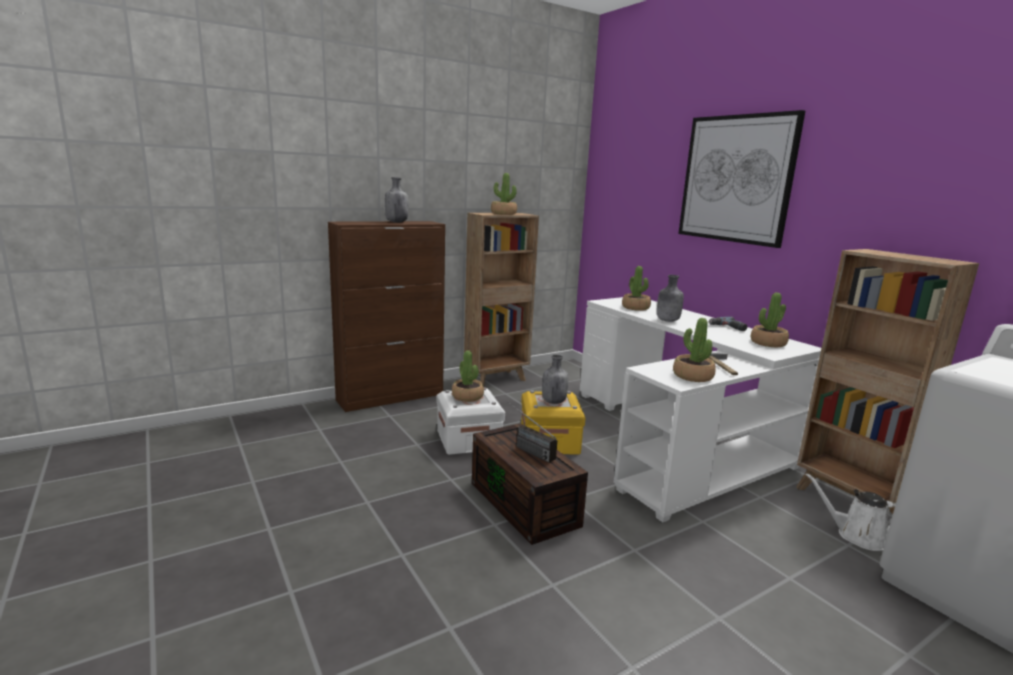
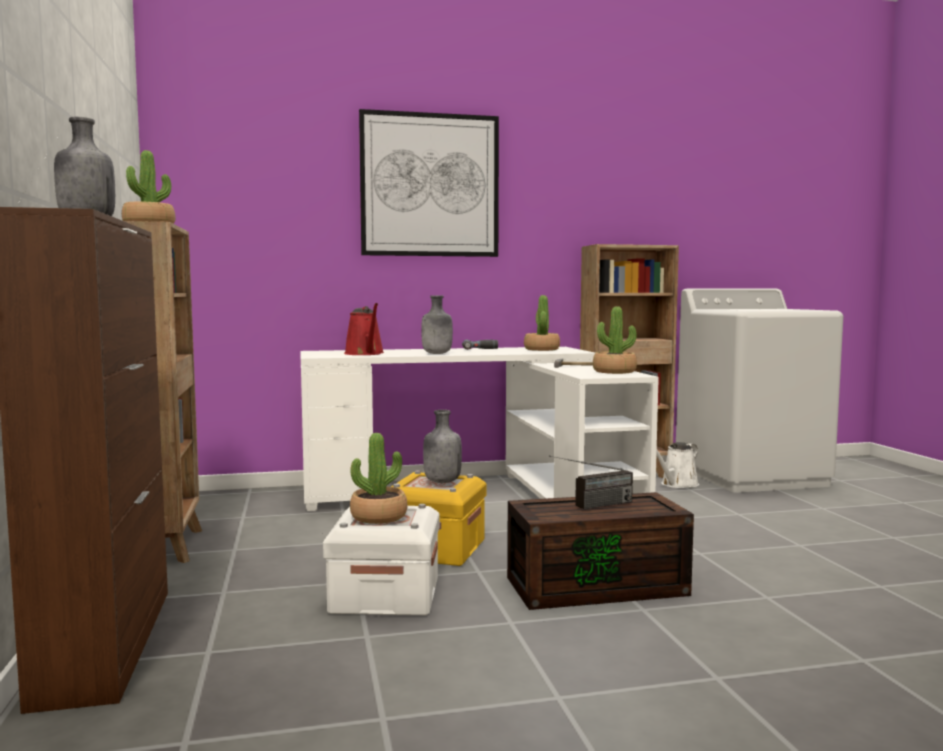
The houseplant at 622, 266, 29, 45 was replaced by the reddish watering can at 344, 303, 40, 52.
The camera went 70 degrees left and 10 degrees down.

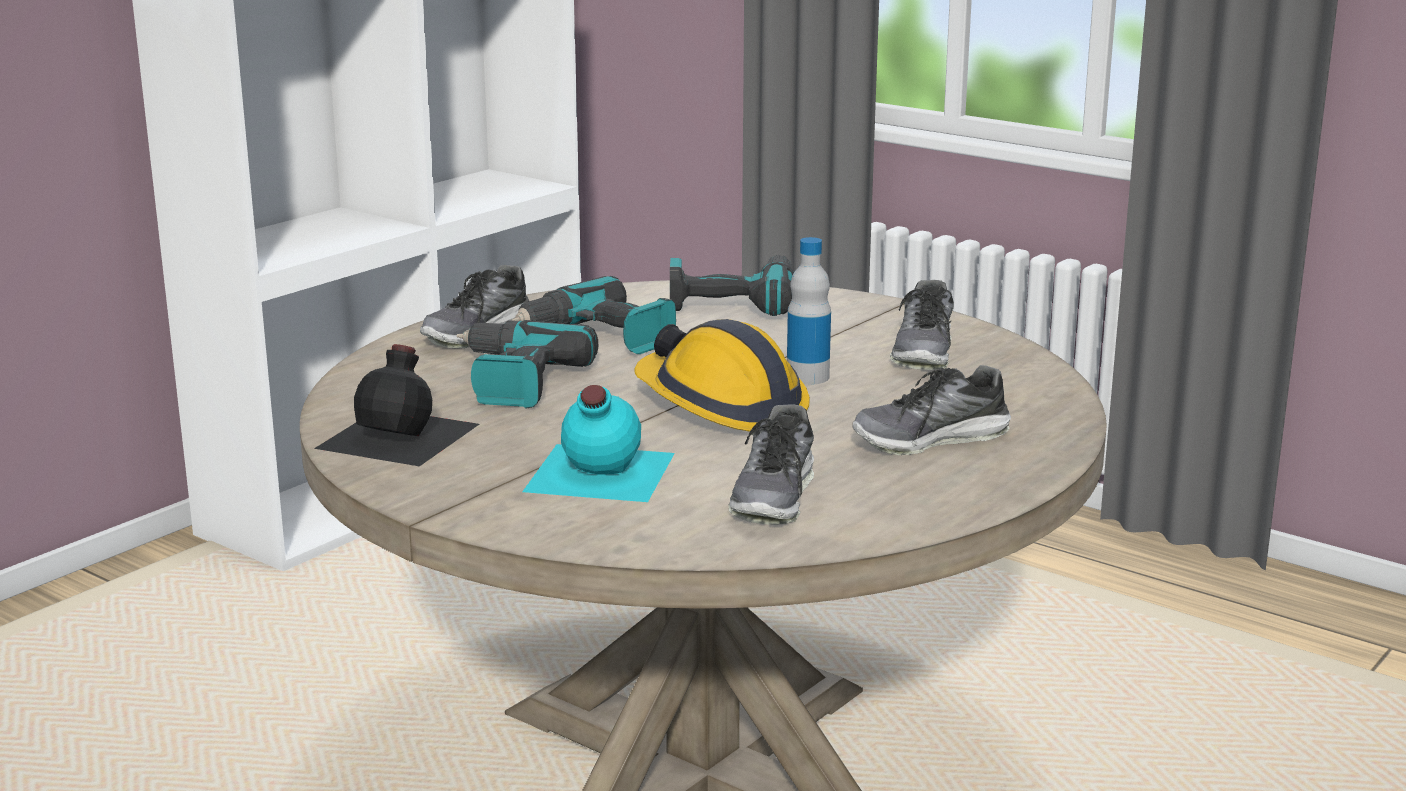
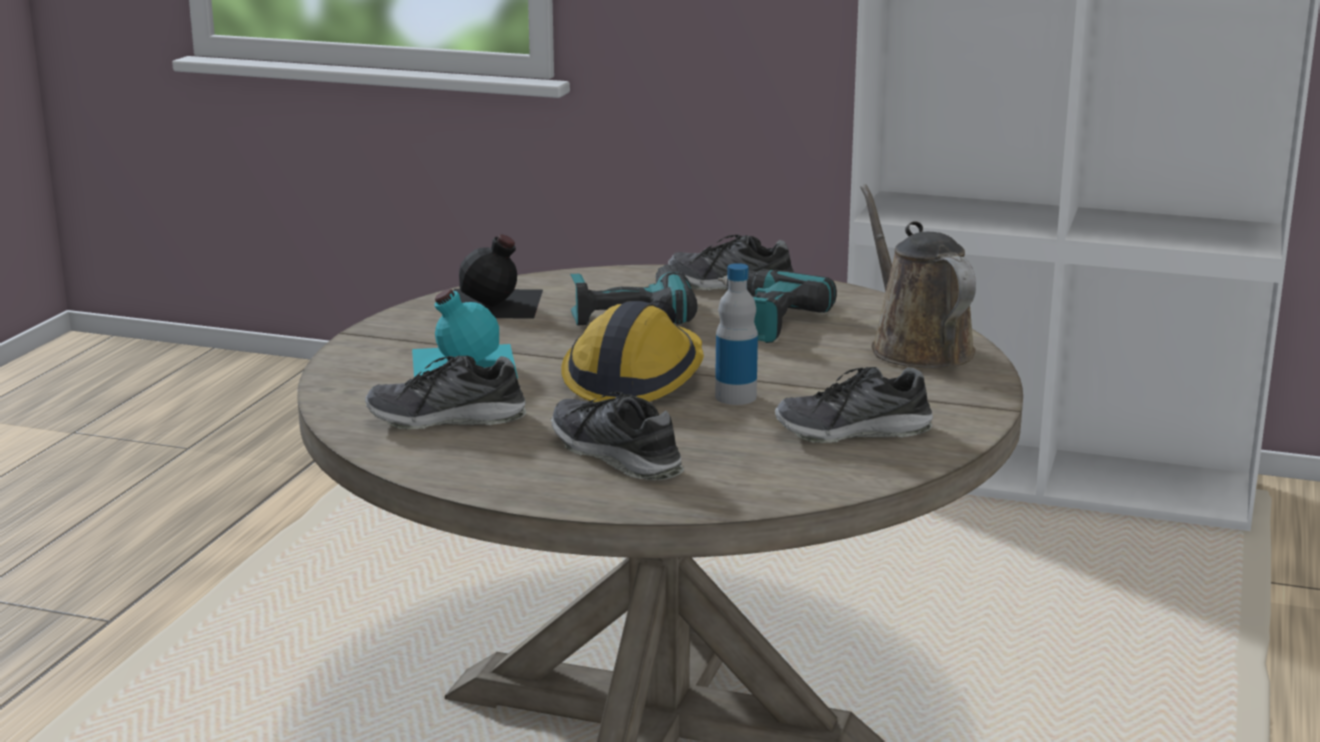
The drill at 670, 255, 125, 61 was replaced by the brown watering can at 860, 184, 116, 185.
The camera went 70 degrees right and 0 degrees up.

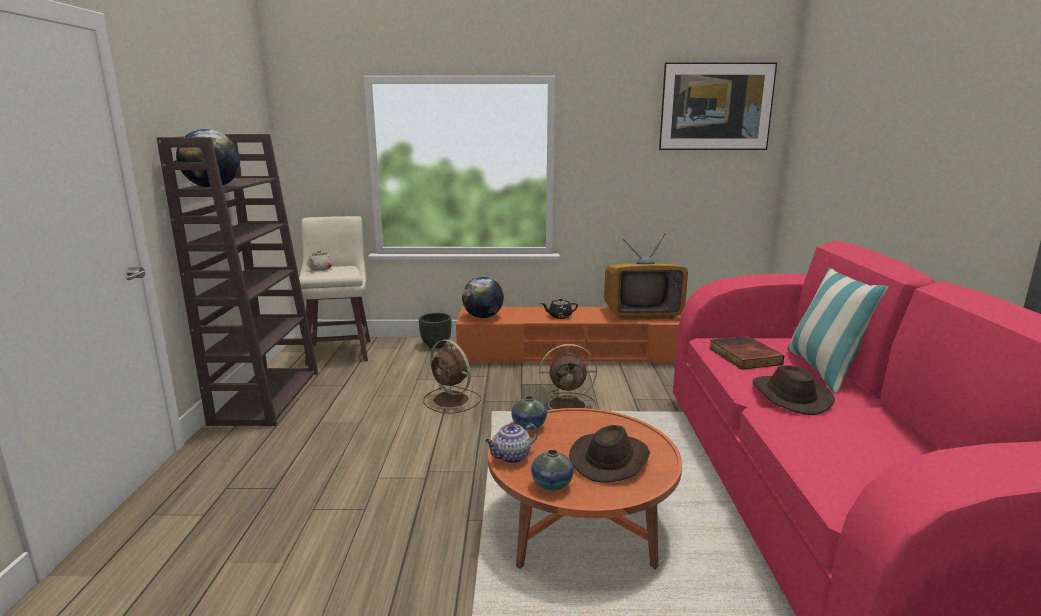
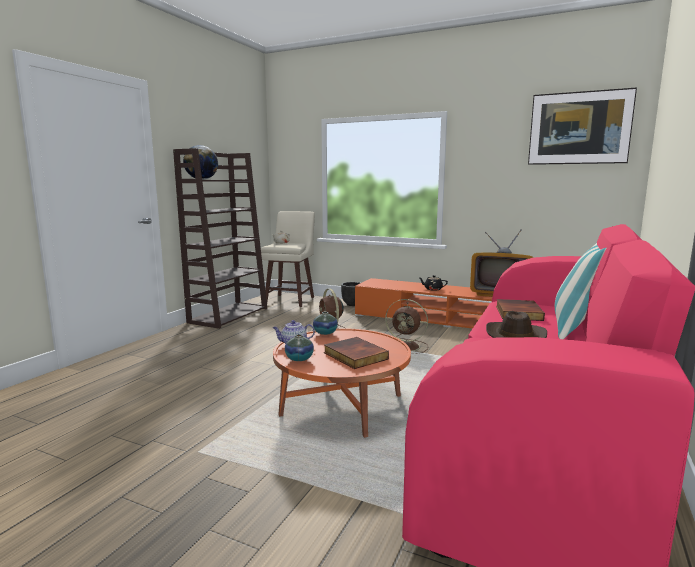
The brown wearable hat at 569, 425, 81, 58 was replaced by the bound book at 324, 337, 65, 32.
The world globe at 462, 277, 42, 41 disappeared.
The camera went 25 degrees right and 5 degrees down.

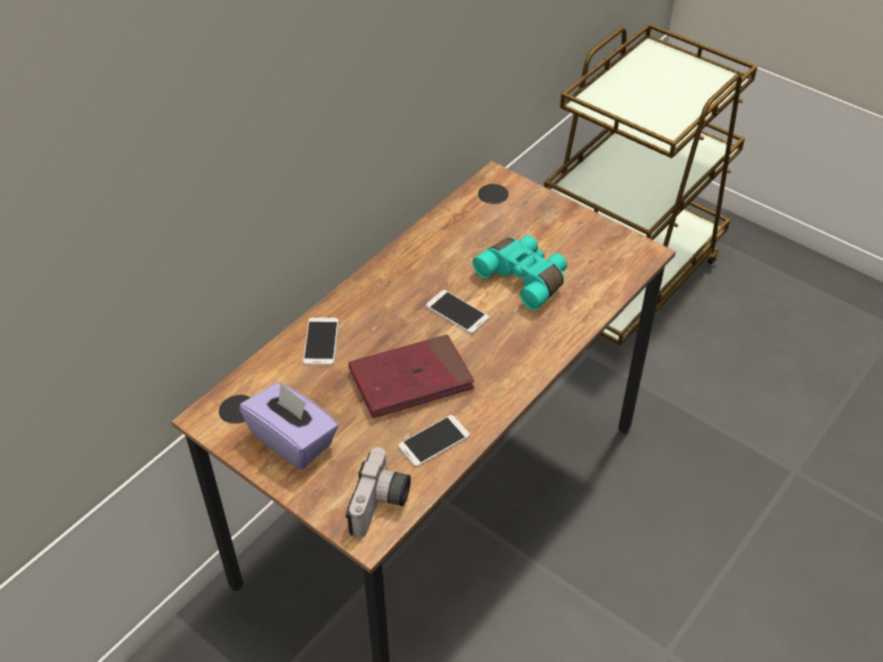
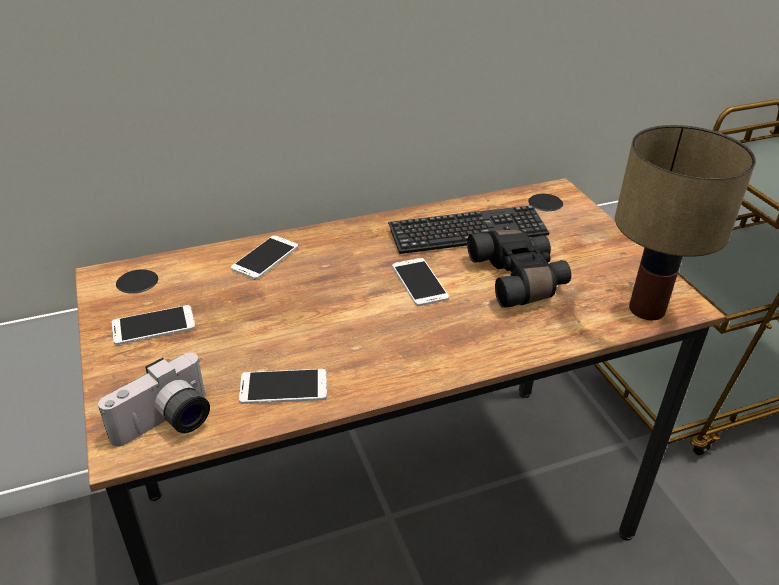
The purple tissue box at 239, 383, 100, 87 was replaced by the phone at 112, 305, 84, 40.
The PC keyboard at 388, 205, 161, 49 appeared.
The blue-green field glasses at 472, 235, 95, 75 became the blackish field glasses at 467, 229, 104, 79.
The table lamp at 615, 125, 141, 195 appeared.
The reddish bound book at 349, 334, 126, 84 disappeared.
The camera went 30 degrees right and 10 degrees down.

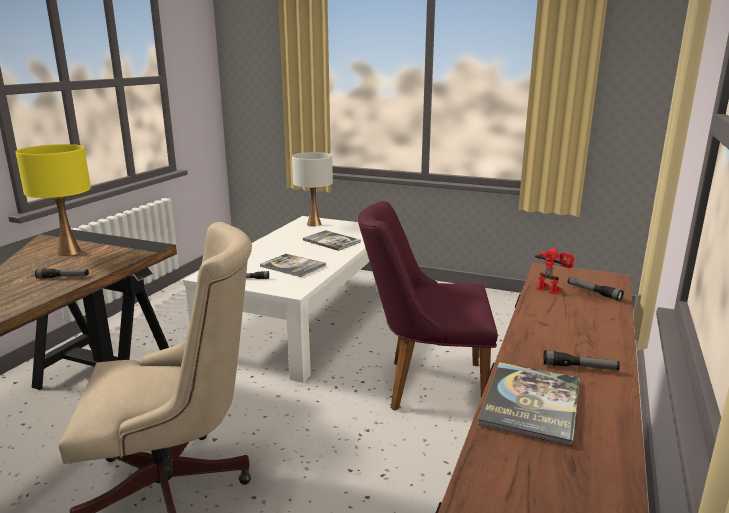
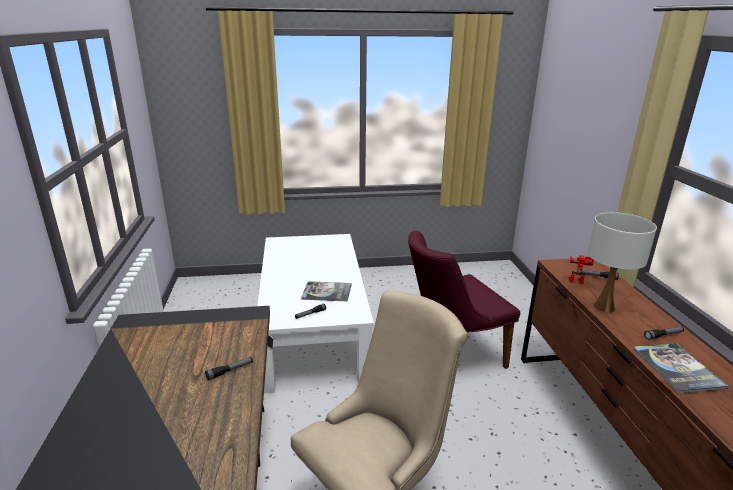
The whitish table lamp moved from 292, 152, 41, 75 to 588, 212, 69, 101.
The yellow-coloured table lamp at 16, 144, 75, 112 disappeared.
The bound book at 303, 230, 58, 21 disappeared.
The camera went 30 degrees left and 5 degrees up.

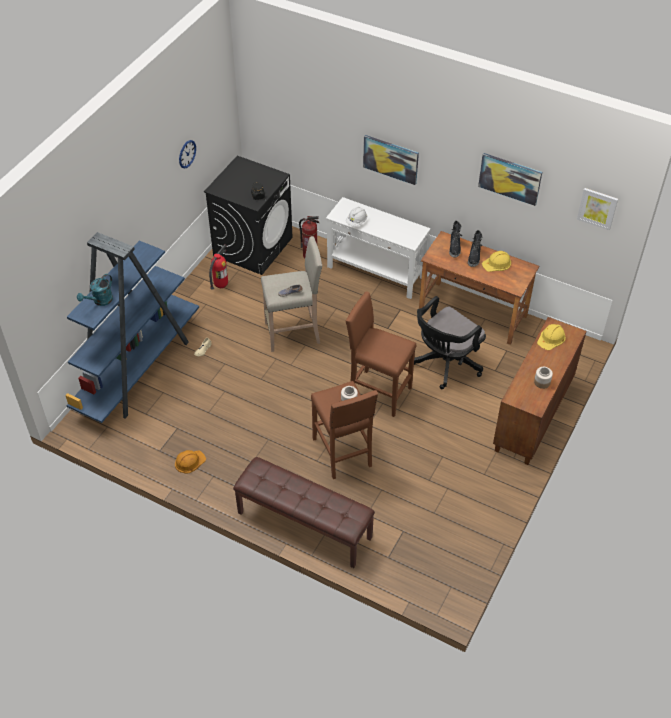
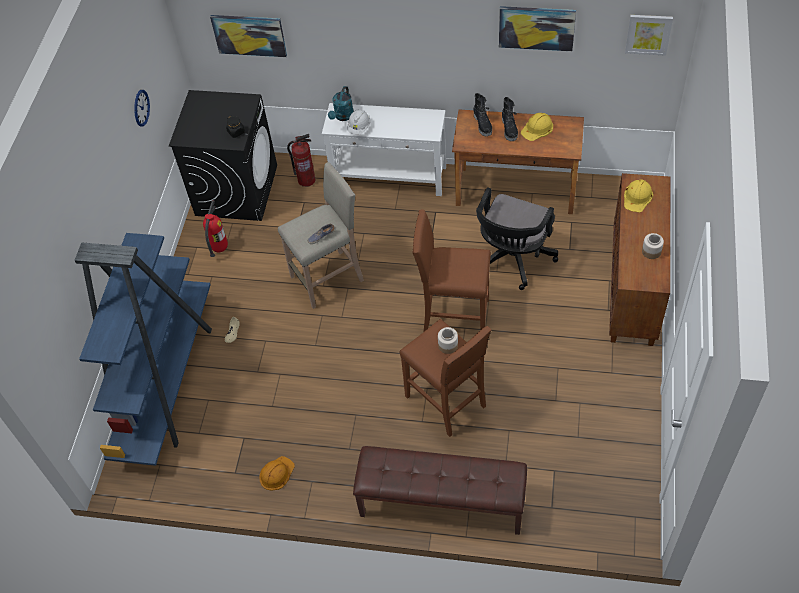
The wall art moved from 363, 135, 56, 50 to 210, 15, 77, 42.
The blue-green watering can moved from 77, 274, 36, 32 to 328, 86, 26, 35.
The camera went 15 degrees left and 5 degrees up.

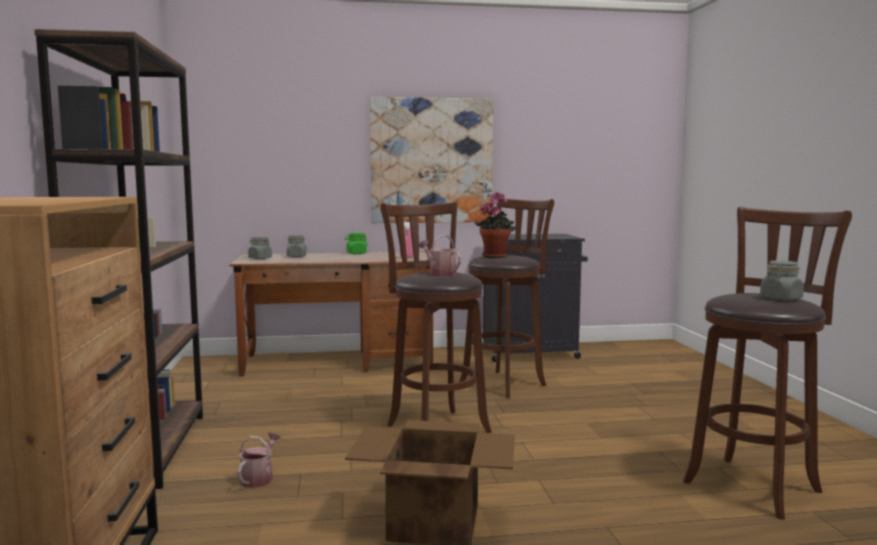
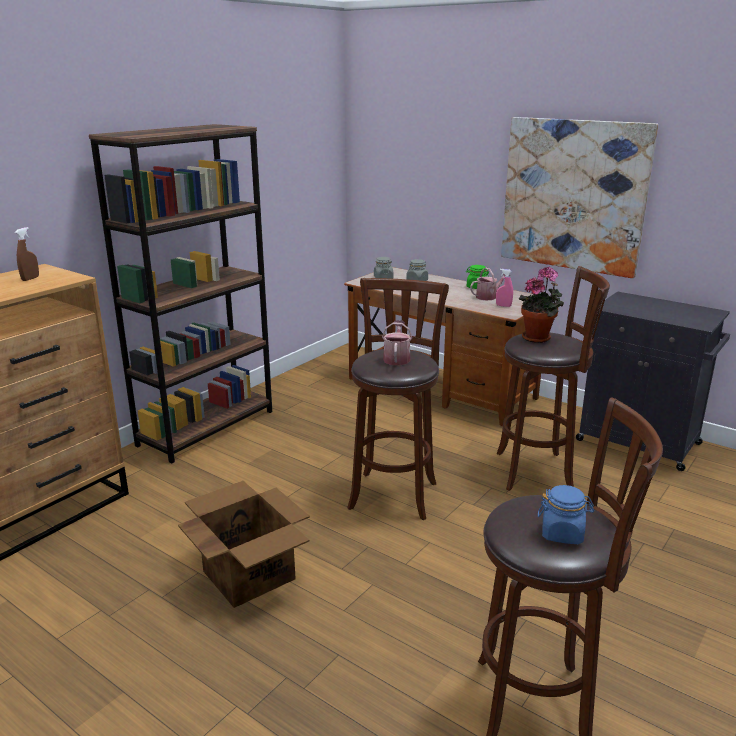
The brown spray bottle at 15, 227, 24, 54 appeared.
The watering can moved from 238, 433, 43, 55 to 470, 268, 40, 33.
The grey jar at 760, 260, 44, 40 became the bluish jar at 538, 485, 56, 59.
The camera went 45 degrees right and 15 degrees up.

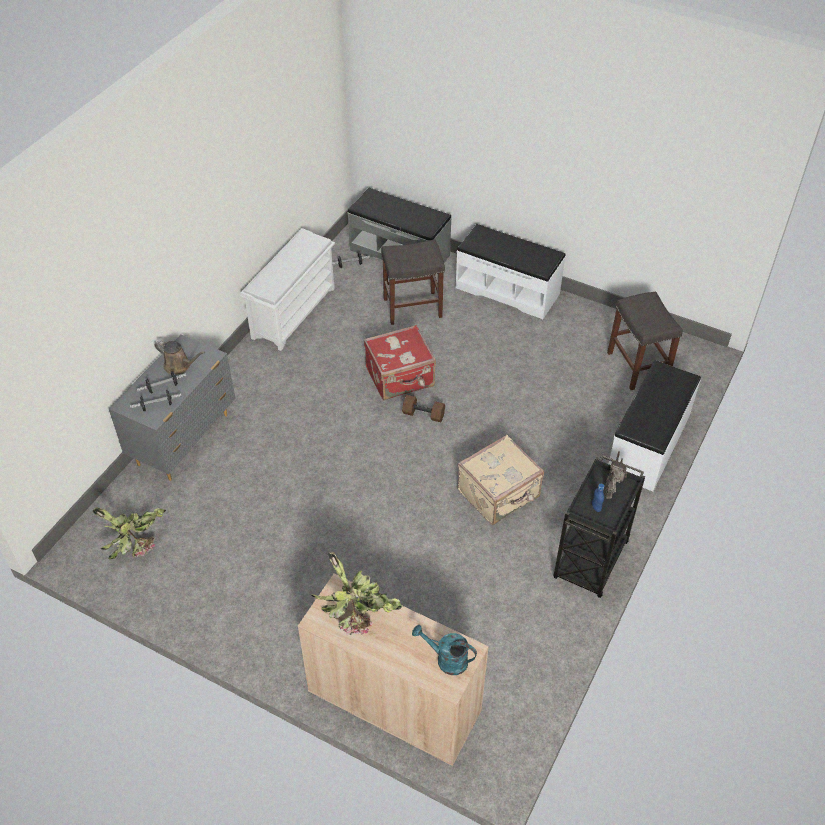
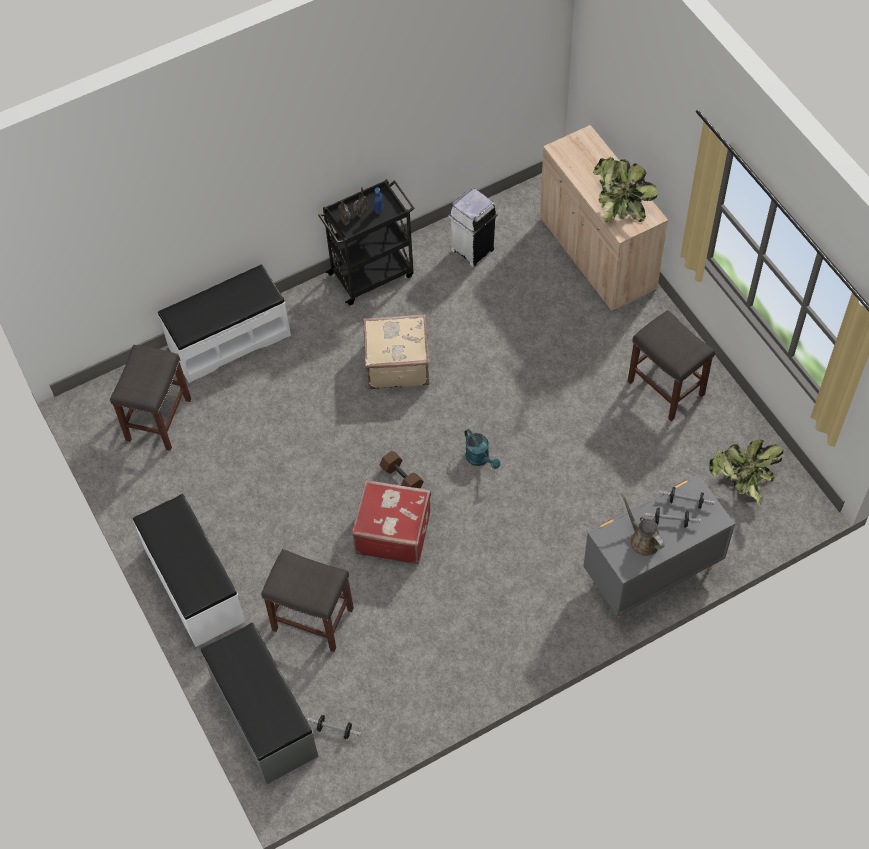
The whitish rubbish bin at 449, 188, 49, 79 appeared.
The blue-green watering can moved from 412, 625, 65, 50 to 464, 429, 36, 40.
The grey sitting stool at 627, 310, 88, 111 appeared.
The whitish shoe rack at 241, 228, 94, 123 disappeared.
The camera went 145 degrees left and 10 degrees up.

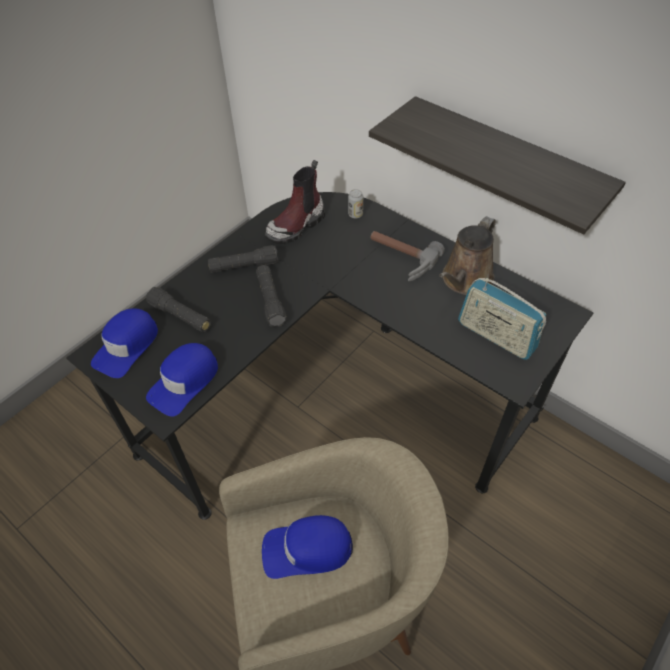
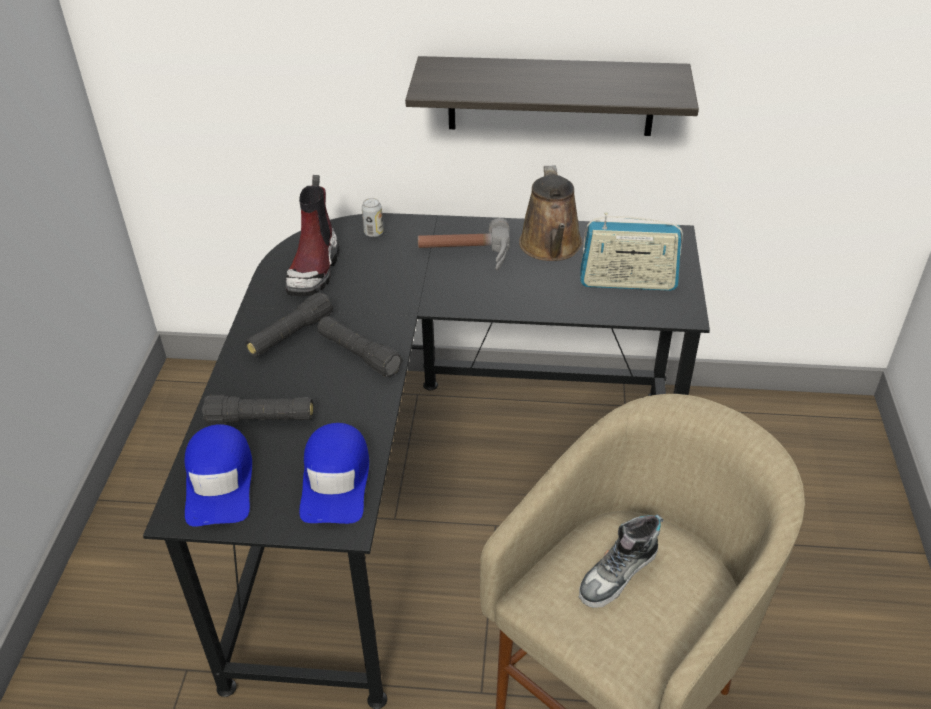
The bluish baseball cap at 262, 515, 91, 64 was replaced by the item of footwear at 579, 515, 84, 93.
The camera went 35 degrees left and 10 degrees down.

